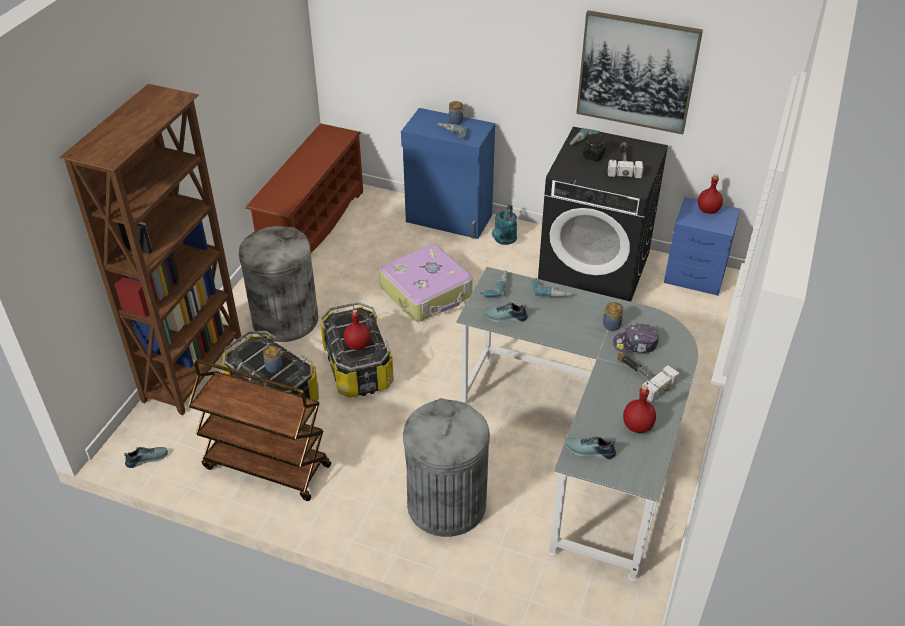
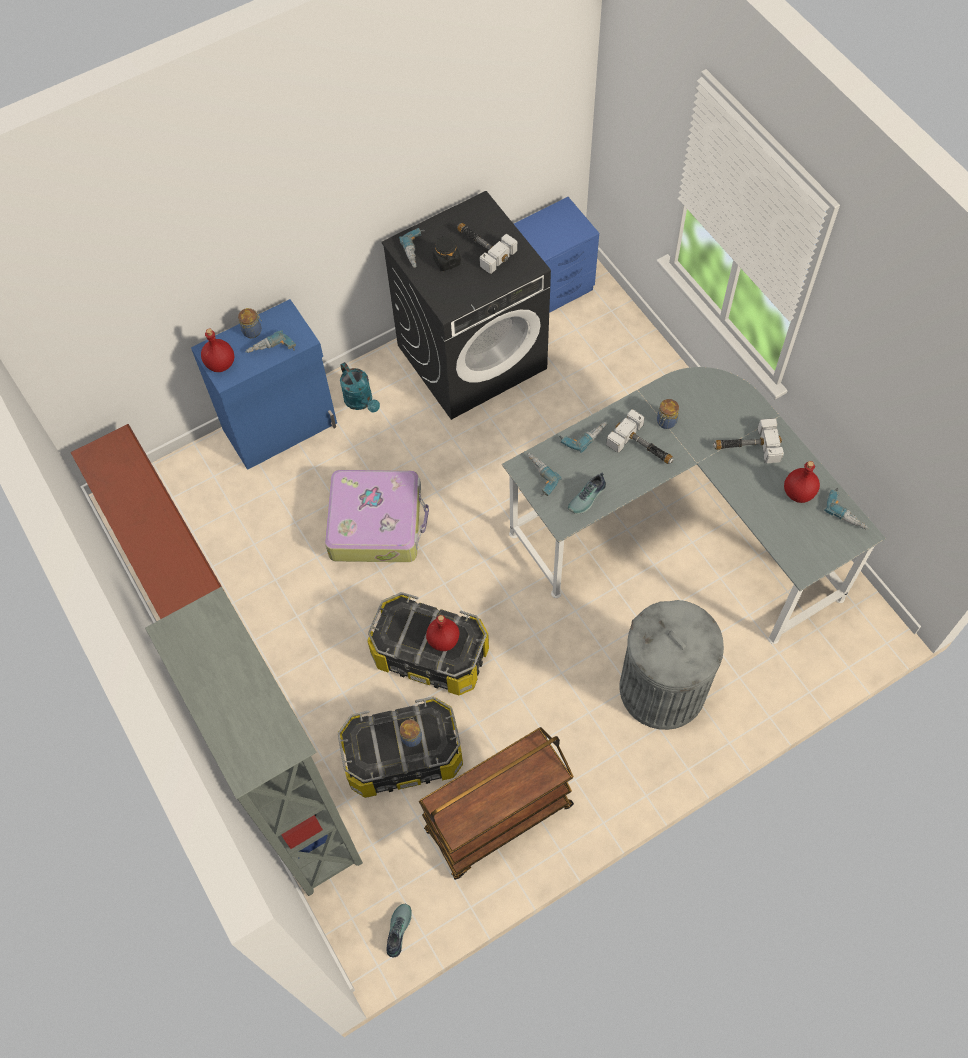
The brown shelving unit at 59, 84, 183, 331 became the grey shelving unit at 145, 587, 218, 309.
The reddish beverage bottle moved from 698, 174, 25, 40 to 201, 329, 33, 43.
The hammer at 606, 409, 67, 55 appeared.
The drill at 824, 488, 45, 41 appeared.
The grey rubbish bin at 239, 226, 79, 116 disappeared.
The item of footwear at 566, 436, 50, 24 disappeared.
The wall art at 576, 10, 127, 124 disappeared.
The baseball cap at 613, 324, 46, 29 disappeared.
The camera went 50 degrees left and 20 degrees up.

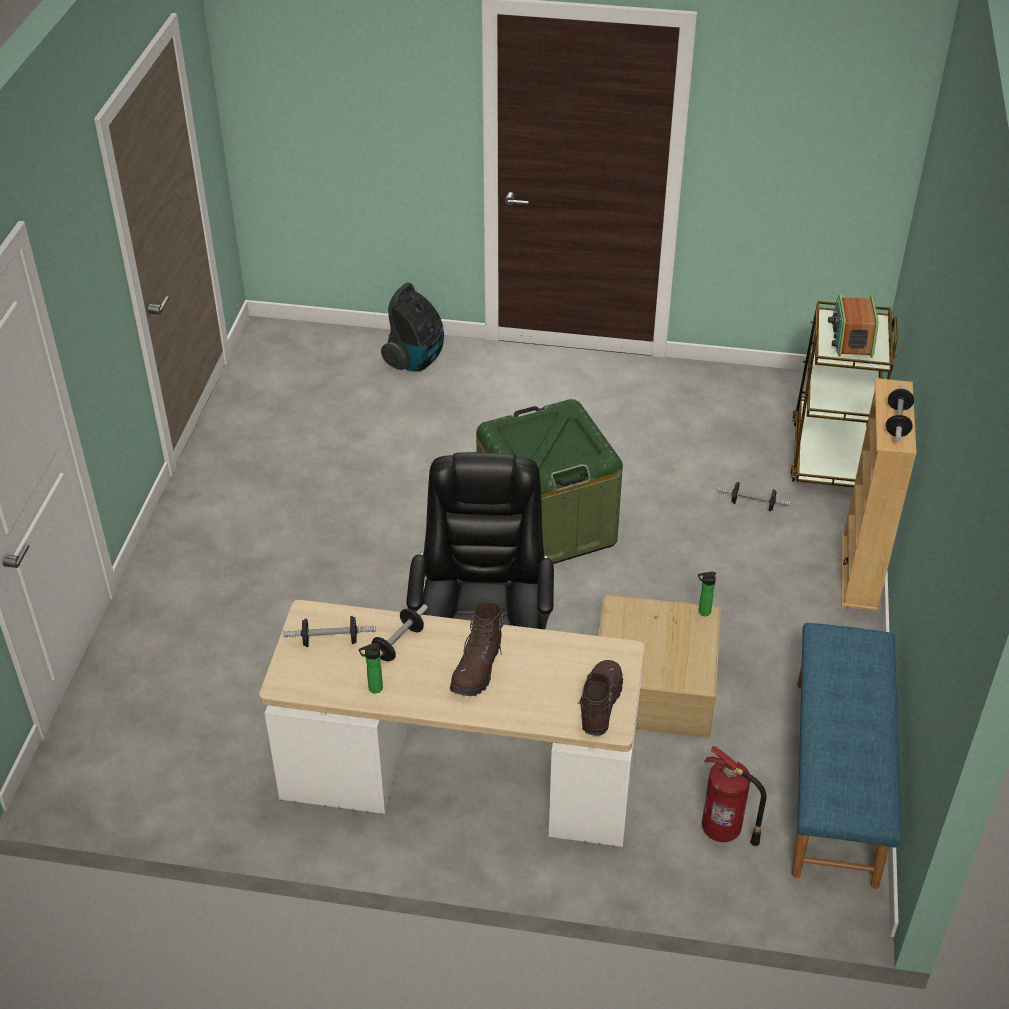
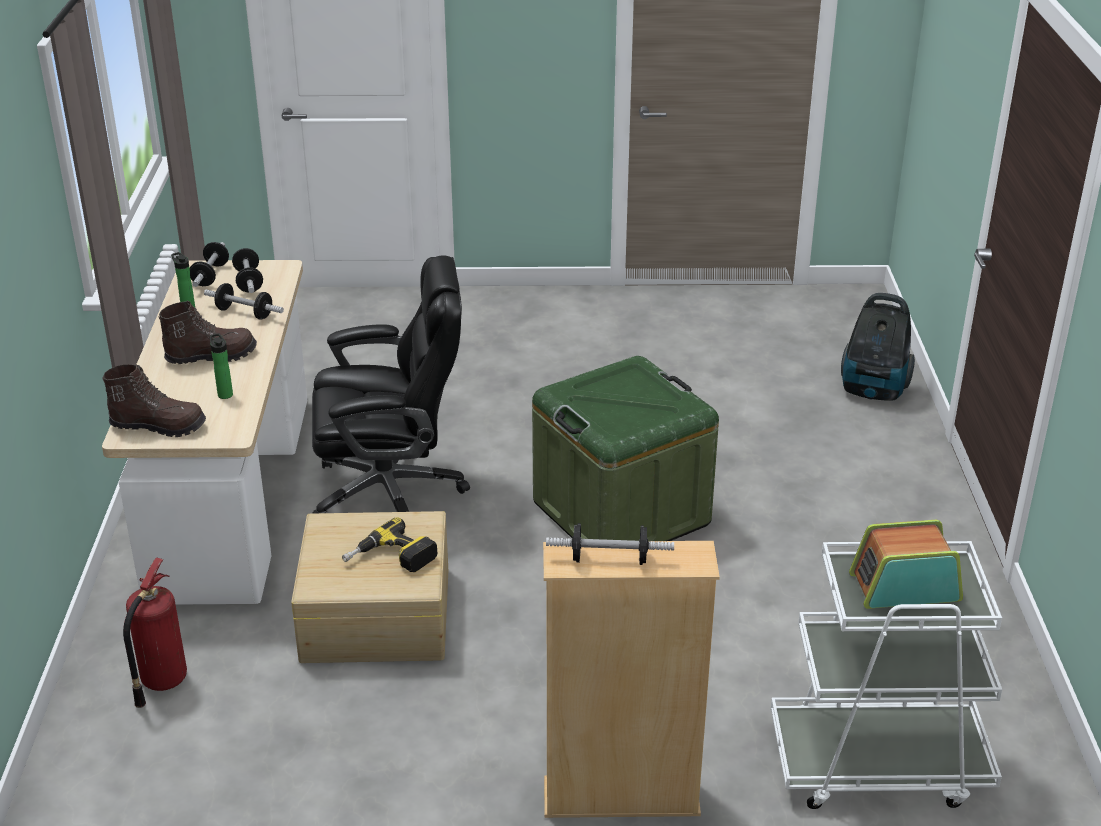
The brown high-top boot at 450, 602, 55, 94 turned 150 degrees clockwise.
The dumbbell moved from 718, 482, 72, 29 to 190, 242, 39, 45.
The beverage bottle moved from 698, 571, 18, 45 to 210, 333, 23, 66.
The drill at 342, 517, 95, 55 appeared.
The brown cart at 790, 301, 108, 186 became the whitish cart at 771, 532, 231, 277.
The bluish long seat at 792, 623, 110, 266 disappeared.
The camera went 80 degrees right and 10 degrees down.

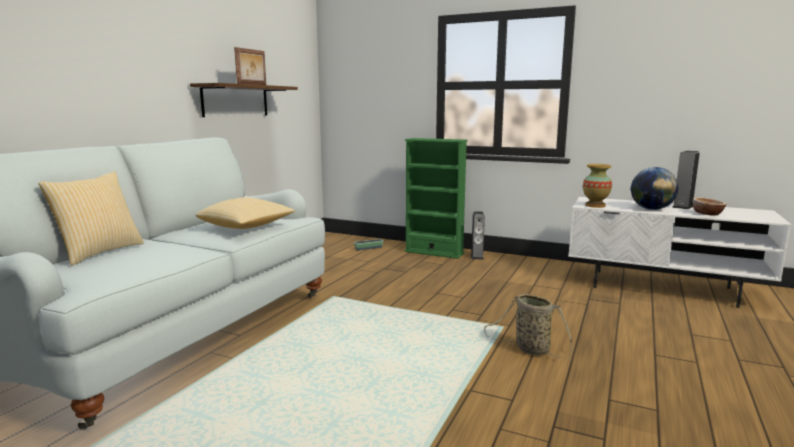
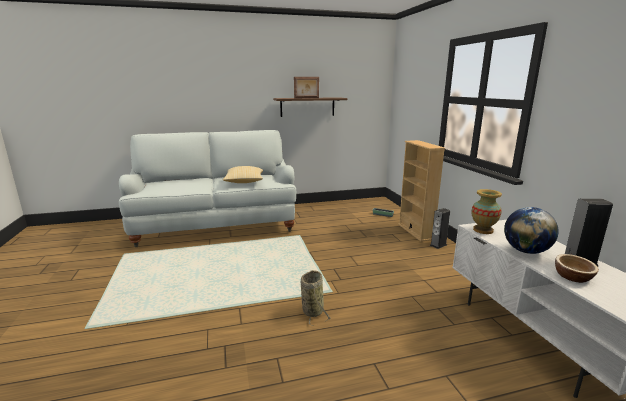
The greenish shelving unit at 404, 138, 64, 121 became the beige shelving unit at 398, 140, 47, 102.
The cushion at 38, 171, 106, 95 disappeared.
The camera went 50 degrees right and 5 degrees up.

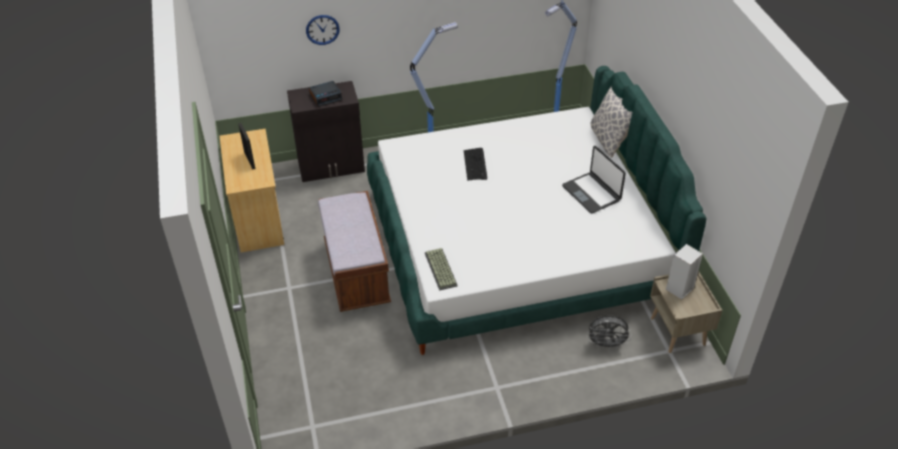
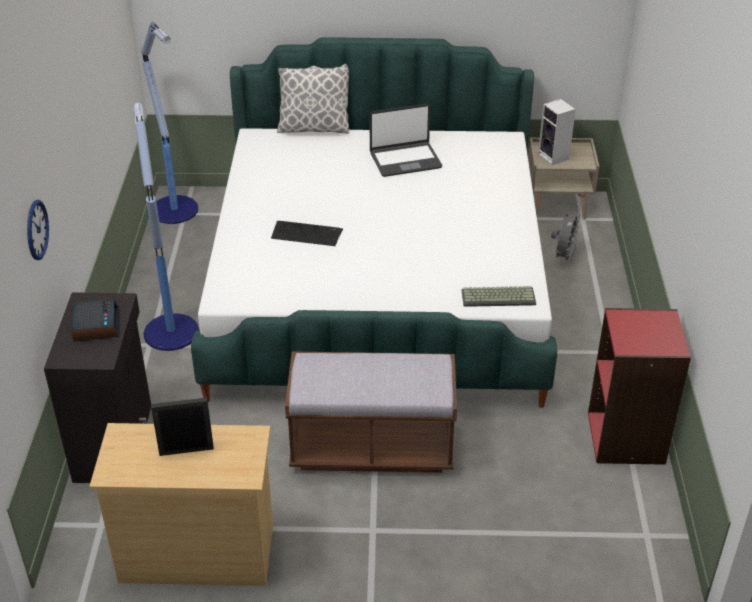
The reddish shelving unit at 588, 308, 103, 157 appeared.
The camera went 75 degrees left and 5 degrees down.

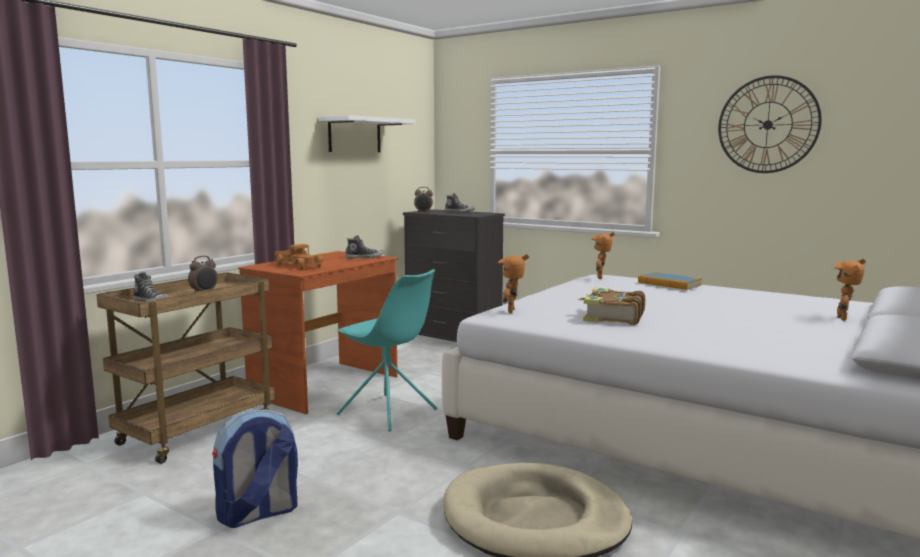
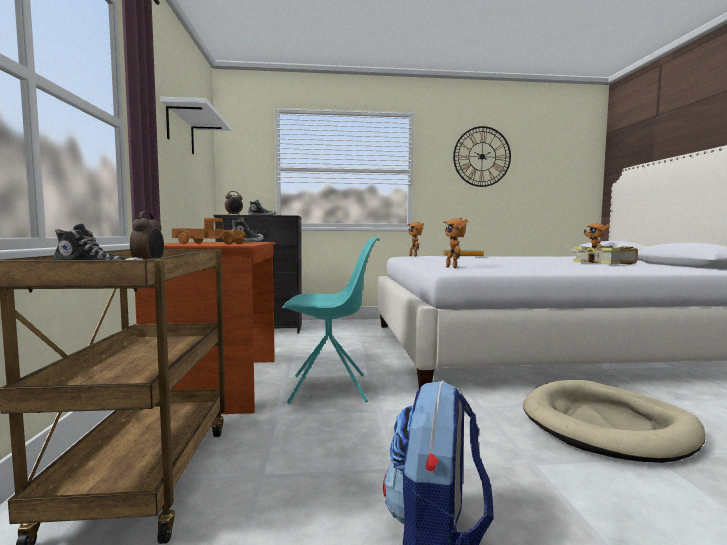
The bound book moved from 578, 288, 67, 37 to 573, 246, 65, 19.
The camera went 40 degrees left and 5 degrees down.

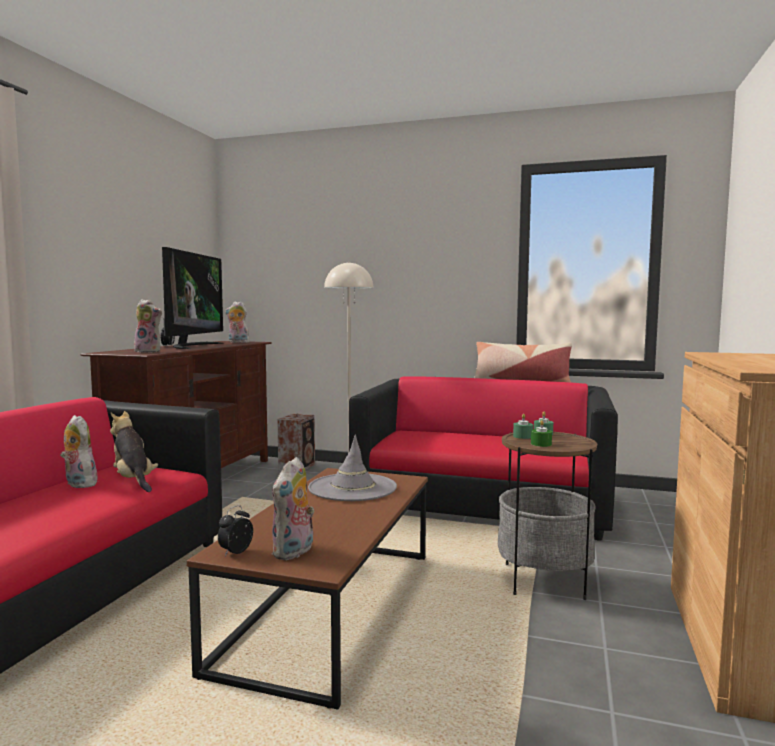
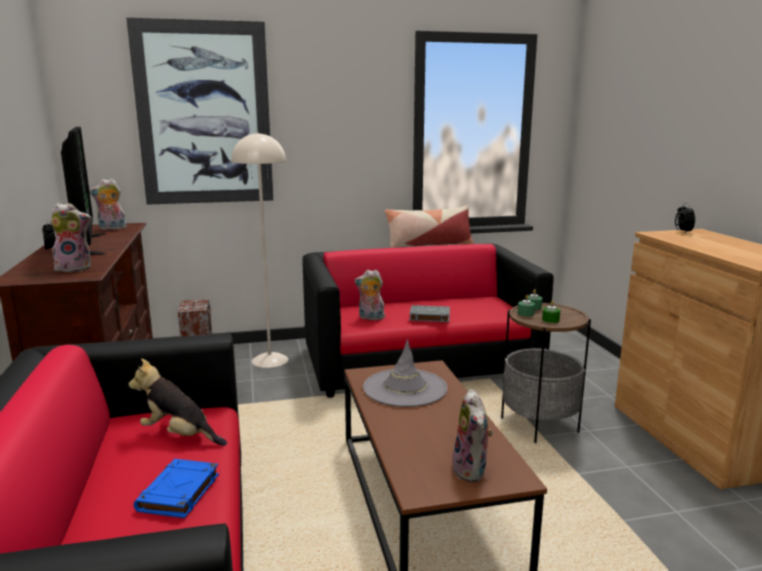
The wall art at 126, 18, 147, 187 appeared.
The bluish bound book at 134, 459, 85, 59 appeared.
The soft toy moved from 60, 415, 37, 73 to 355, 270, 30, 50.
The grey bound book at 409, 305, 41, 17 appeared.
The alarm clock moved from 218, 505, 35, 51 to 675, 203, 20, 30.
The camera went 30 degrees left and 10 degrees up.

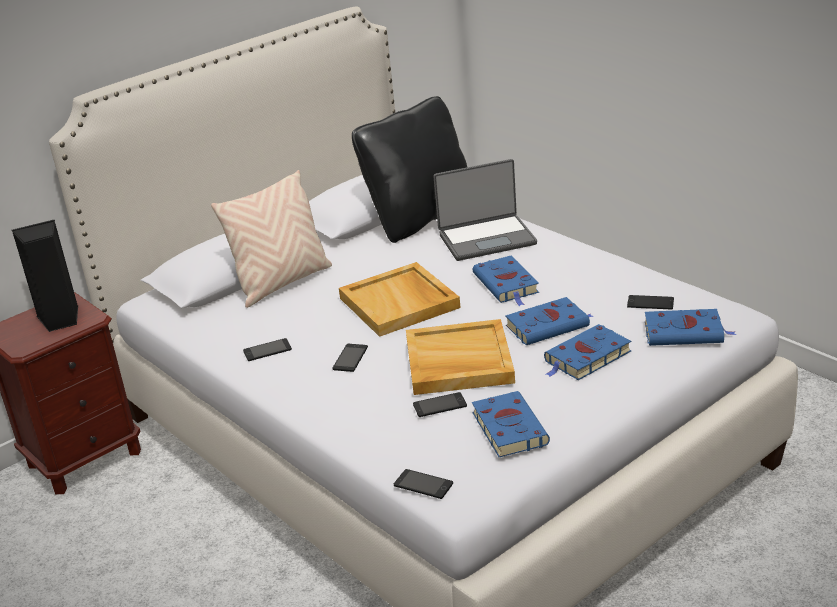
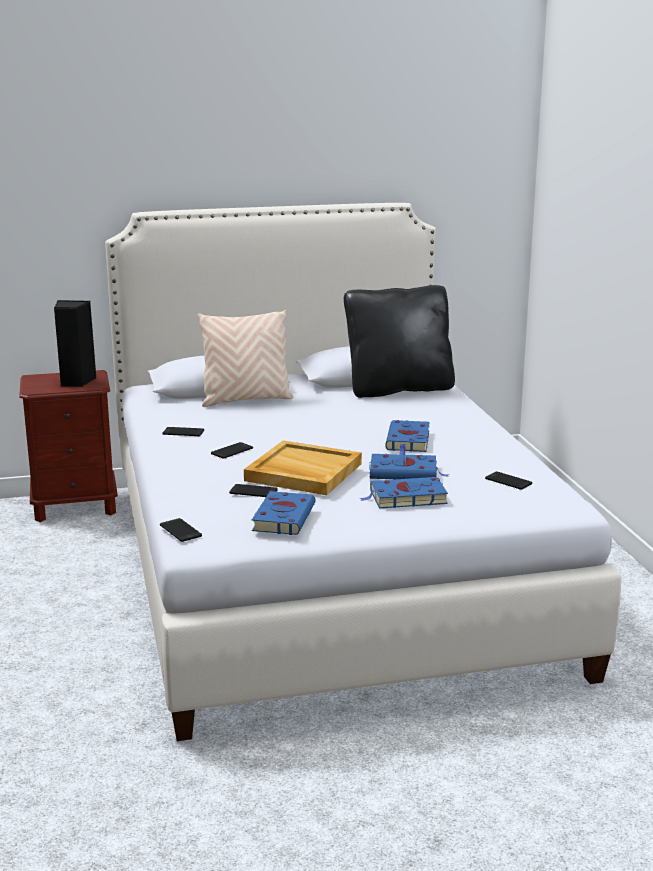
The beige carrying tray at 339, 262, 122, 75 disappeared.
The notebook computer at 433, 159, 104, 102 disappeared.
The bluish bound book at 645, 309, 91, 37 disappeared.
The camera went 25 degrees right and 10 degrees down.

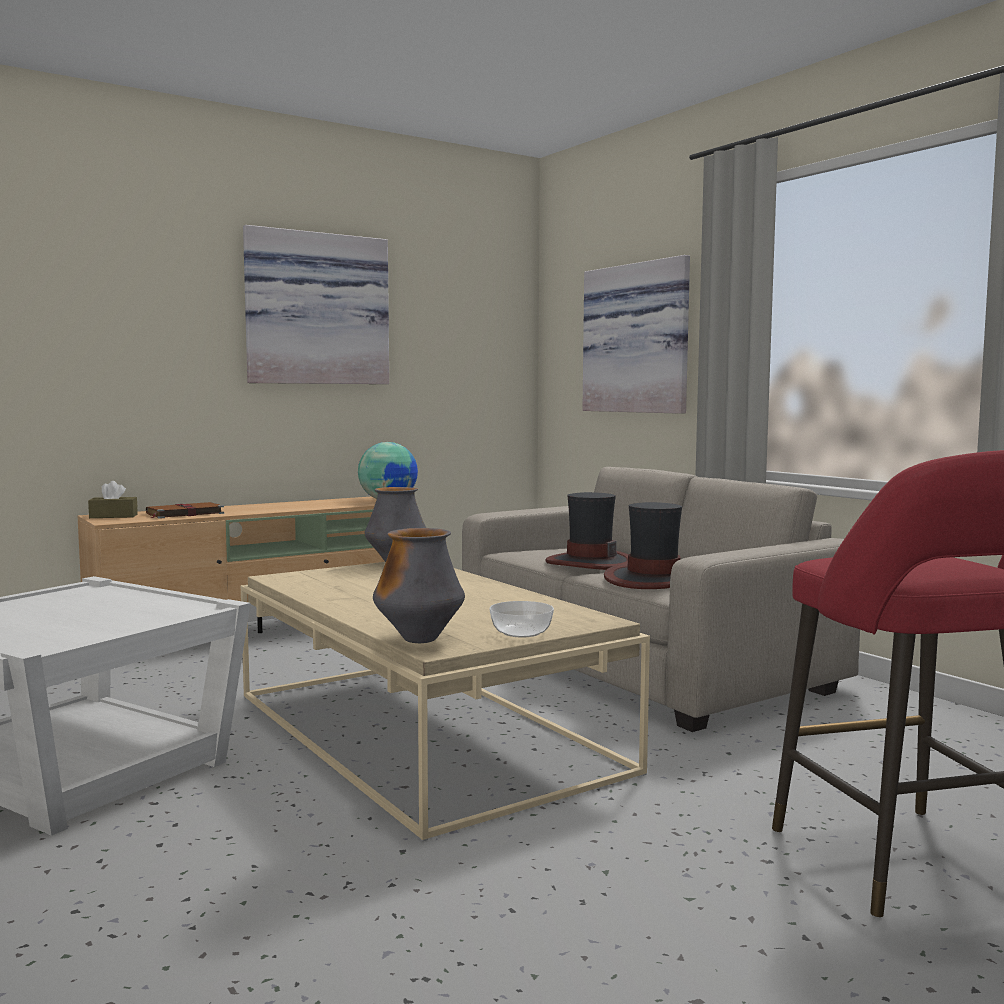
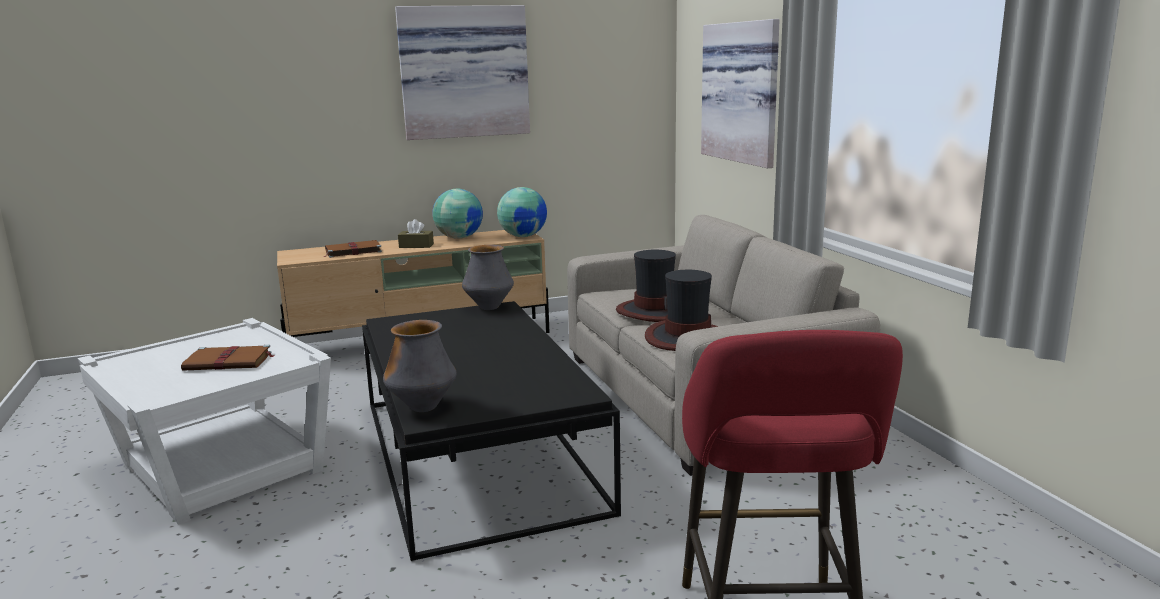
The brown bound book at 181, 345, 94, 26 appeared.
The beige low table at 241, 562, 409, 279 became the blackish low table at 362, 301, 259, 261.
The brown tissue box moved from 88, 481, 50, 37 to 398, 219, 36, 29.
The world globe at 433, 189, 50, 50 appeared.
The deep dish at 490, 601, 64, 36 disappeared.
The camera went 15 degrees right and 10 degrees up.

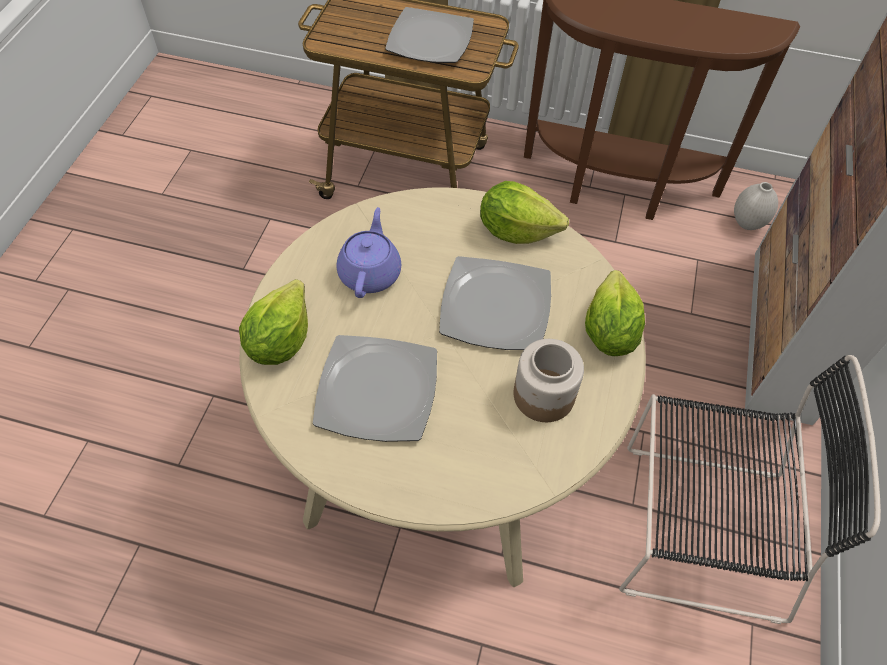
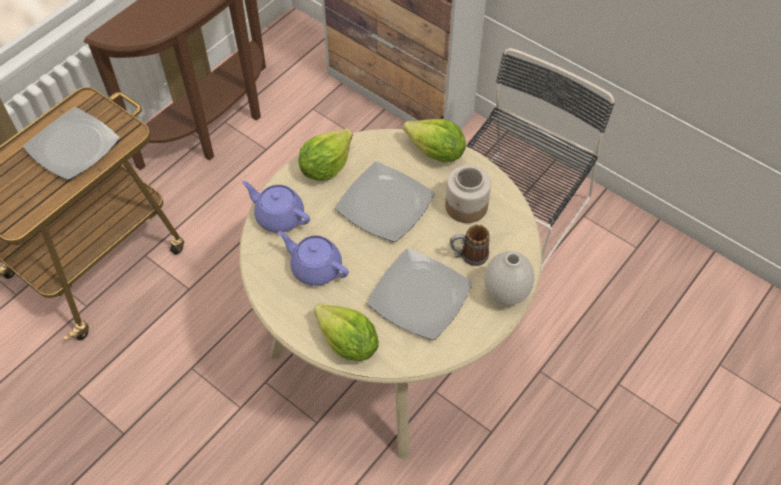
The purple pot for tea at 242, 181, 68, 52 appeared.
The tea mug at 450, 225, 40, 41 appeared.
The whitish flower vase moved from 734, 182, 44, 48 to 484, 251, 51, 55.
The camera went 65 degrees left and 0 degrees up.

